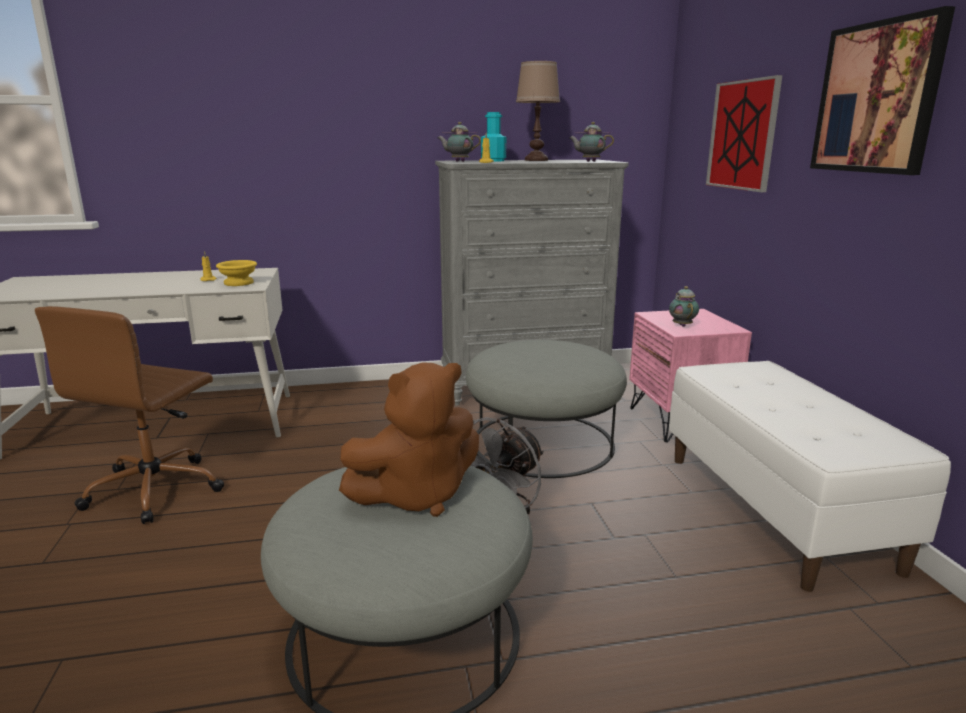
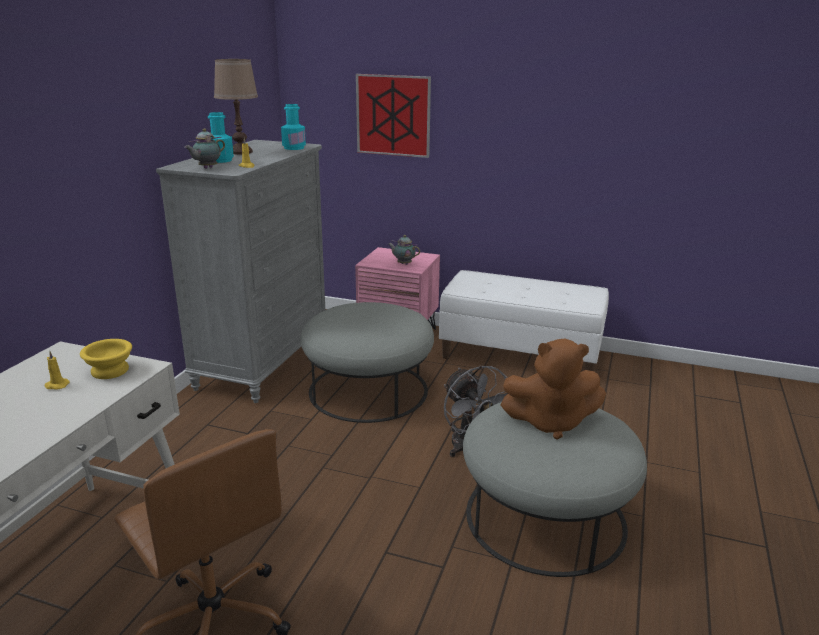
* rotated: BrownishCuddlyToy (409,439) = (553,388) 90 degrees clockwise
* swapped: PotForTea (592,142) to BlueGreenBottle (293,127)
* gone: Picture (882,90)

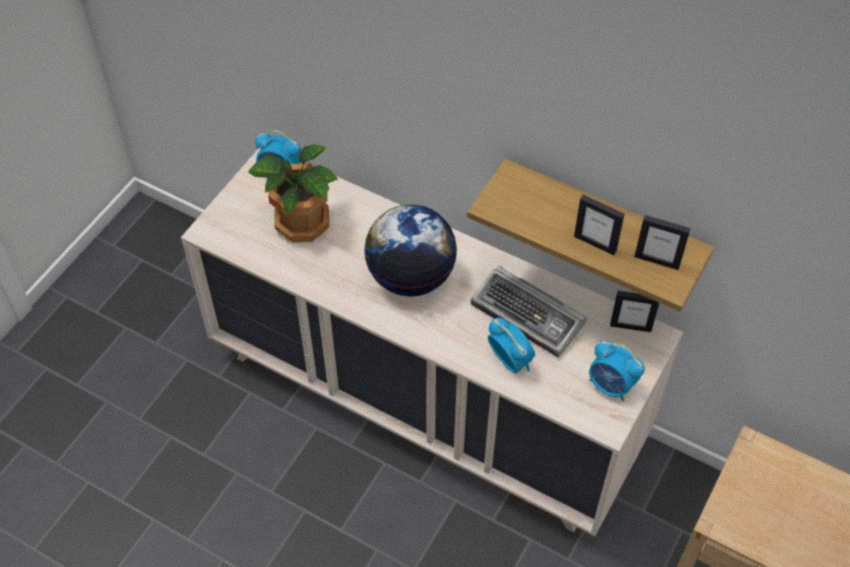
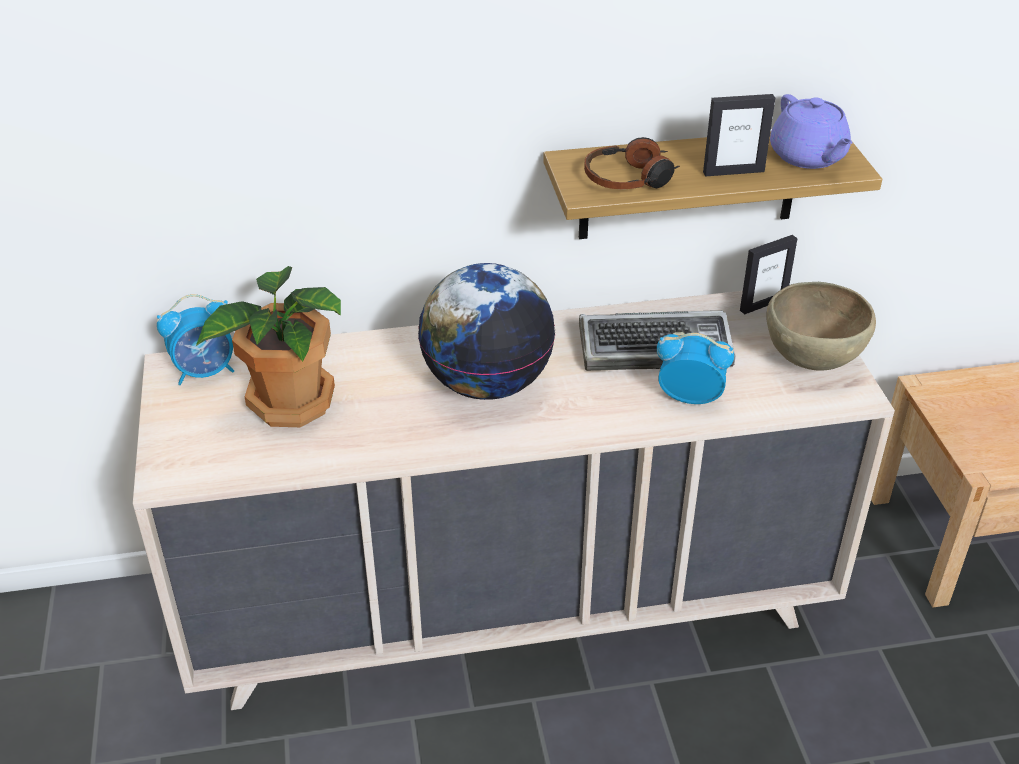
* swapped: TableClock (617,370) to BrownishBowl (821,326)
* swapped: PictureFrame (662,242) to PurpleColouredPotForTea (811,131)
* new: Headphones (632,163)

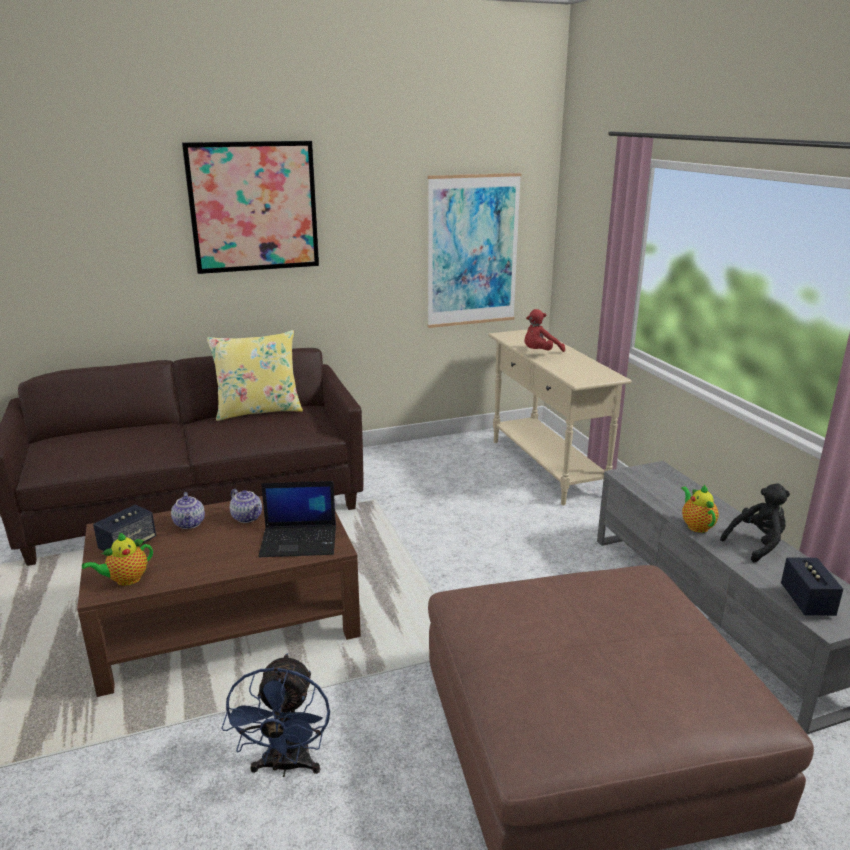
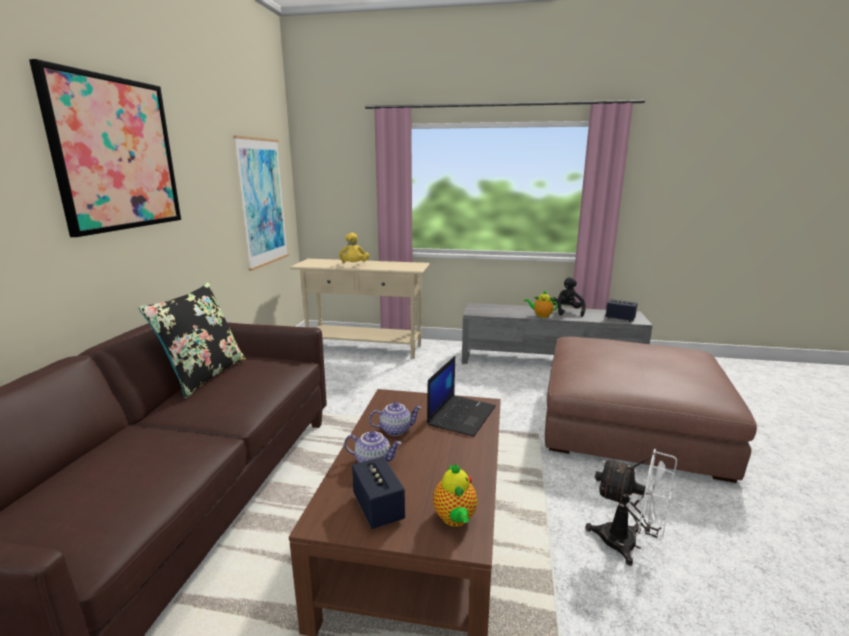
* repainted: YellowColouredPillow (255,375) to BlackColouredPillow (192,340)
* repainted: BlueColouredElectricFan (275,715) to WhiteColouredElectricFan (631,507)
* repainted: ReddishCuddlyToy (544,330) to YellowColouredCuddlyToy (354,248)

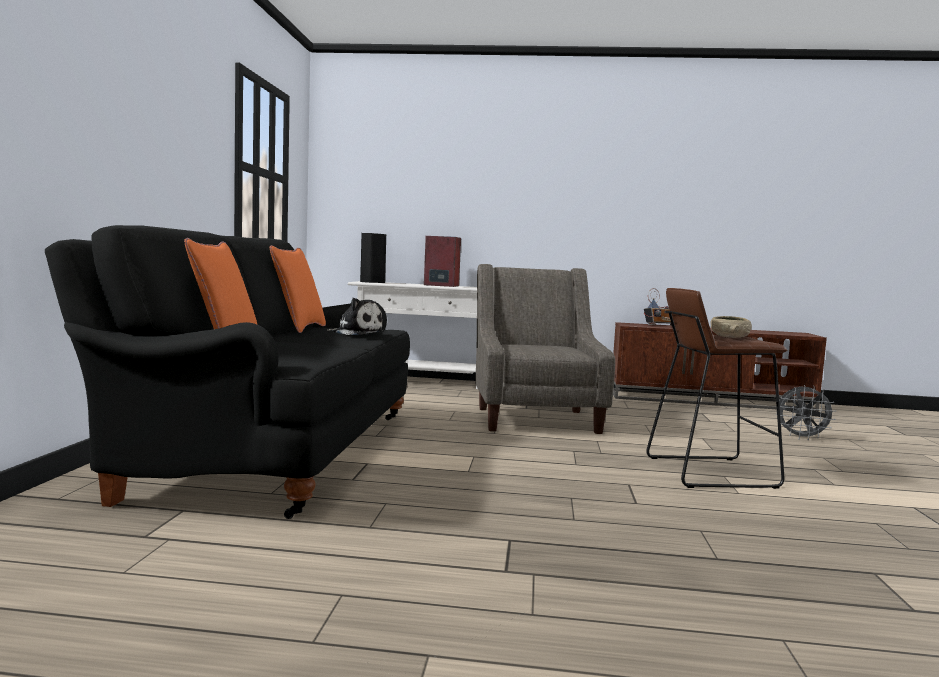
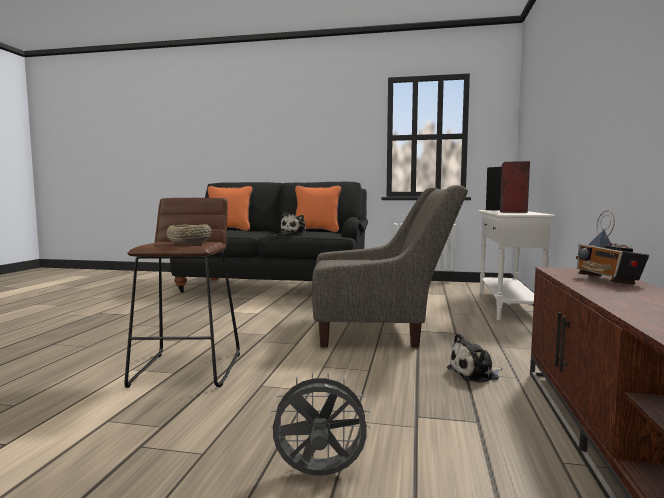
* rotated: GreyishElectricFan (806,412) = (320,423) 75 degrees clockwise
* new: CuddlyToy (474,358)

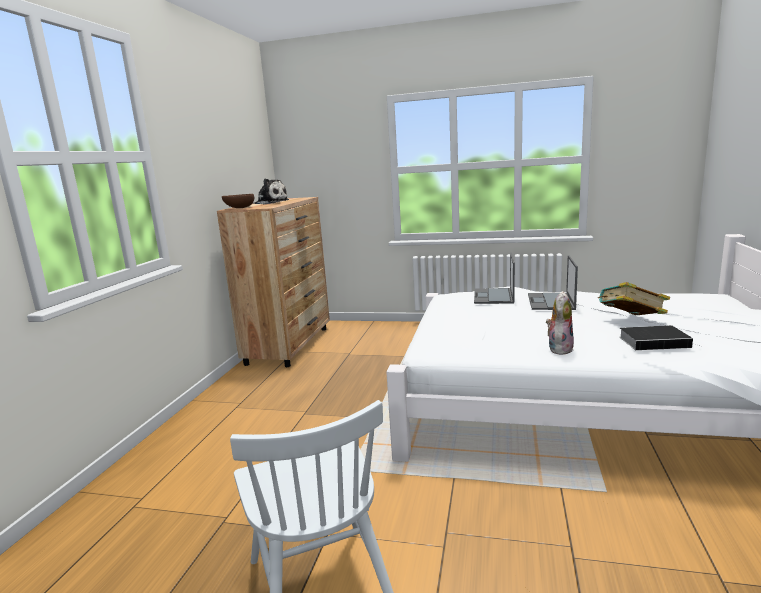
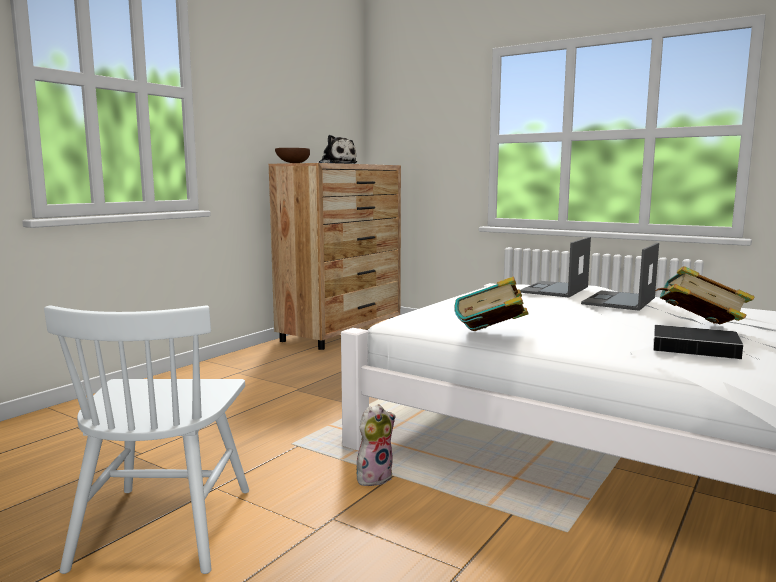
* shifted: CuddlyToy (560,323) to (376,445)
* new: Volume (491,304)

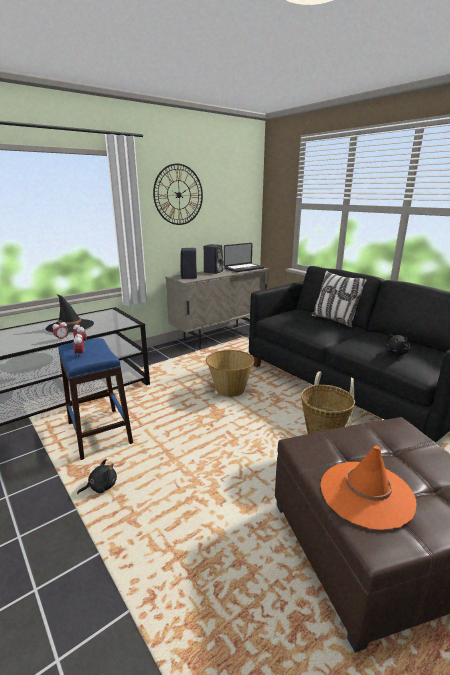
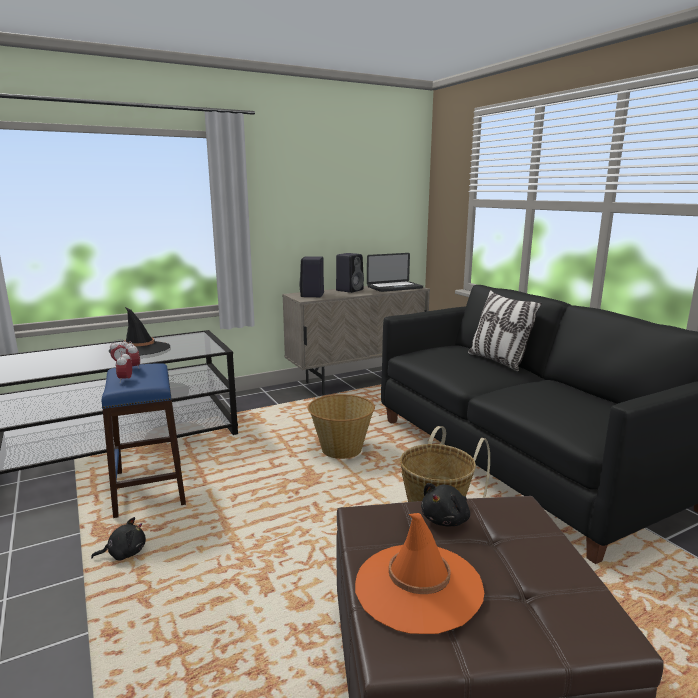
* gone: WallClock (178,194)
* shifted: BlackColouredCuddlyToy (398,344) to (445,505)

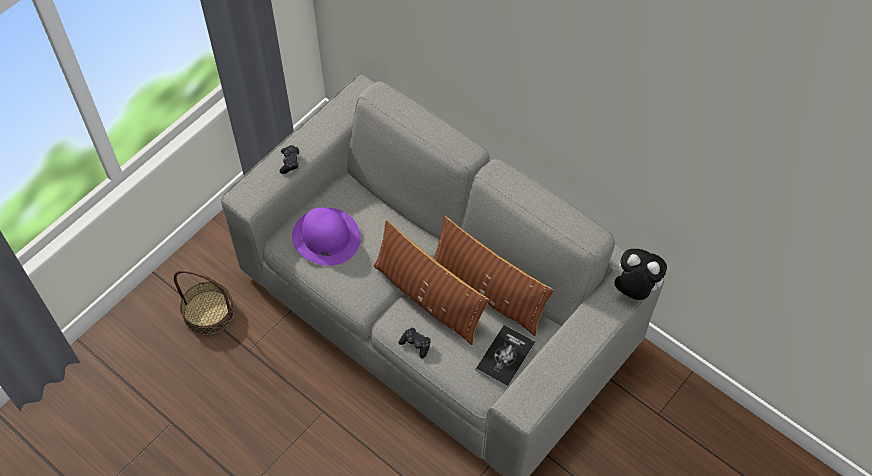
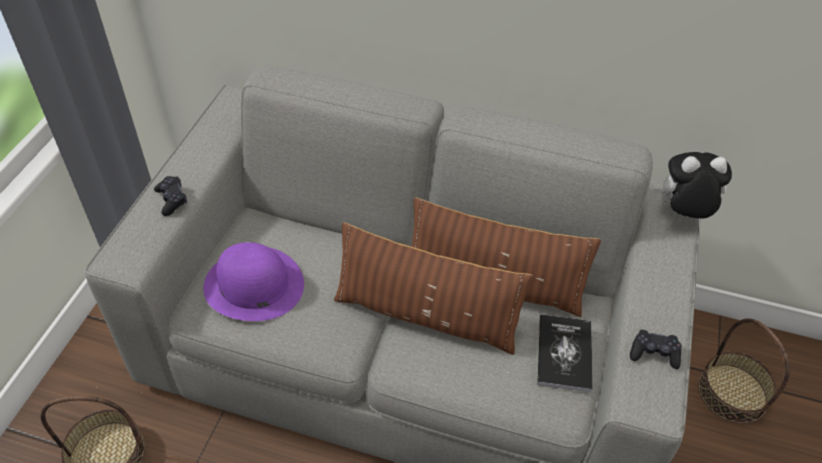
* shifted: BlackColouredGameController (415,343) to (656,349)
* new: StorageBasket (744,371)

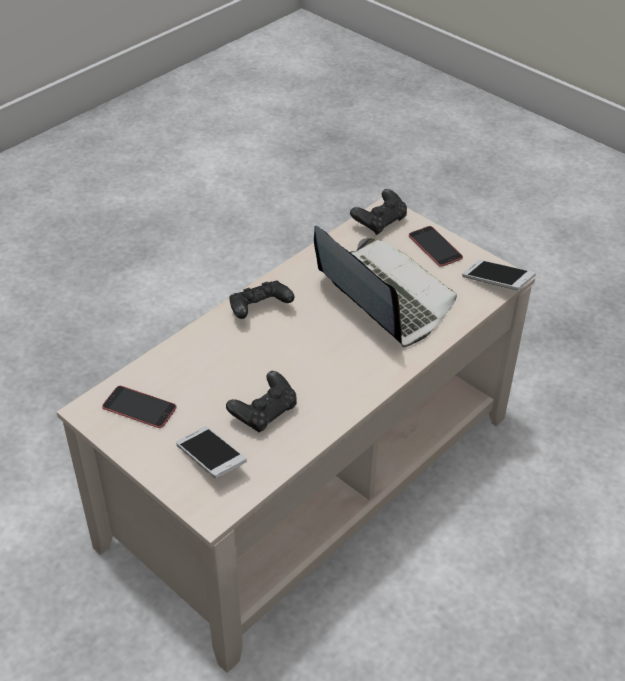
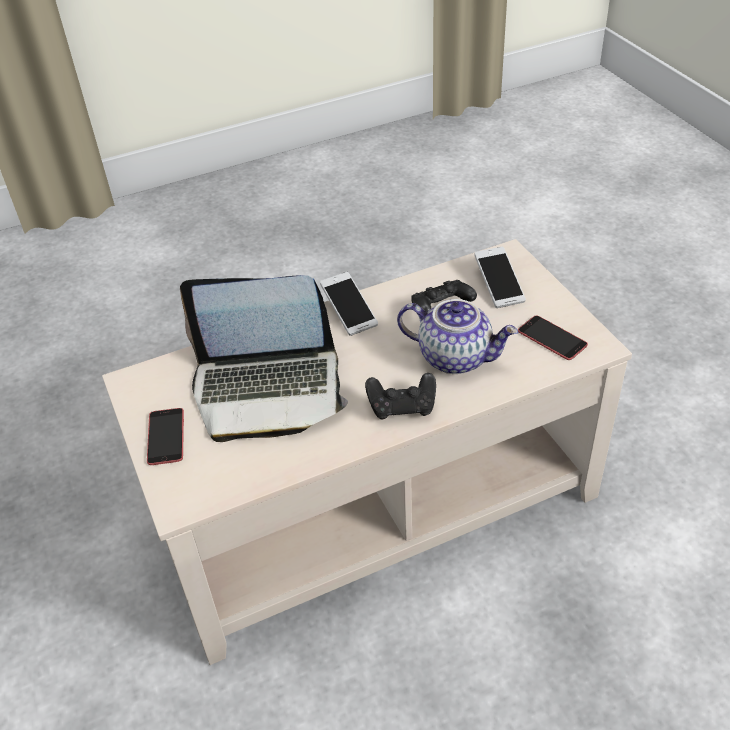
* rotated: Laptop (385,286) = (264,358) 75 degrees counterclockwise
* gone: BlackColouredGameController (378,212)
* shifted: Telephone (499,275) to (349,304)
* new: PotForTea (457,336)

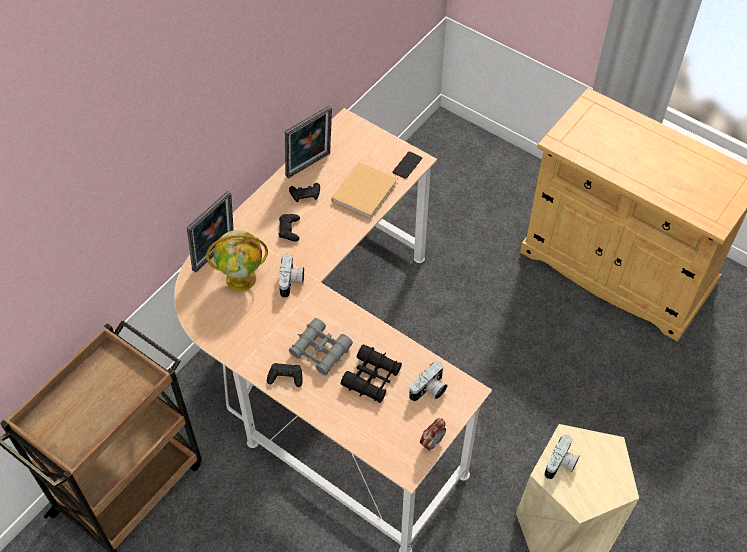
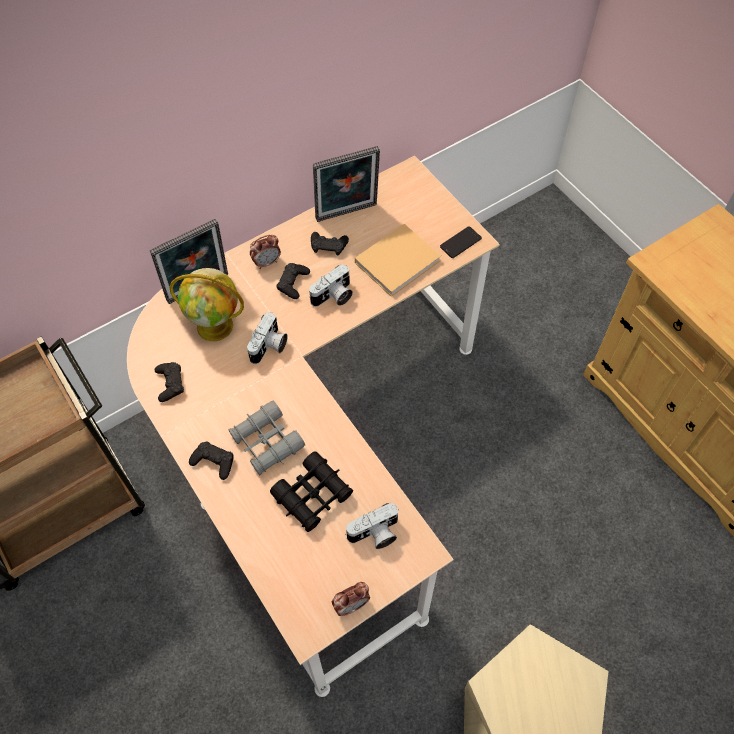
* shifted: PhotoCamera (562,457) to (331,285)
* new: BlackColouredGameController (169,382)
* new: TableClock (265,252)

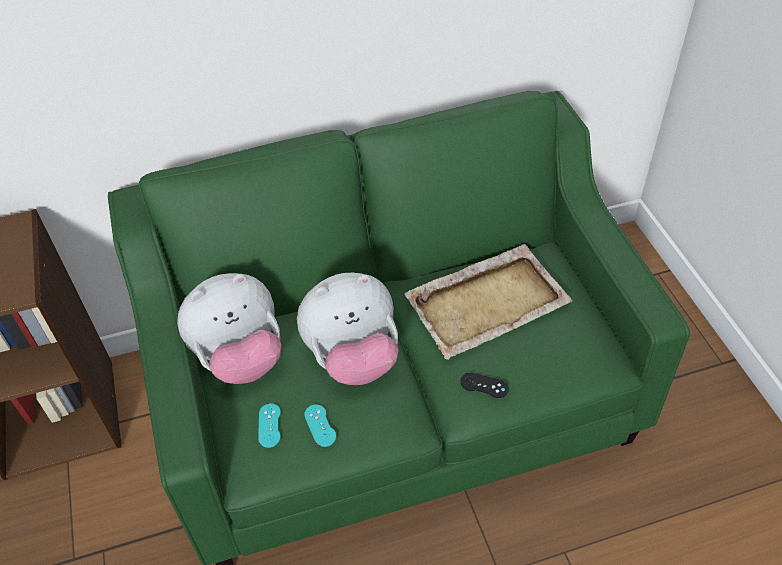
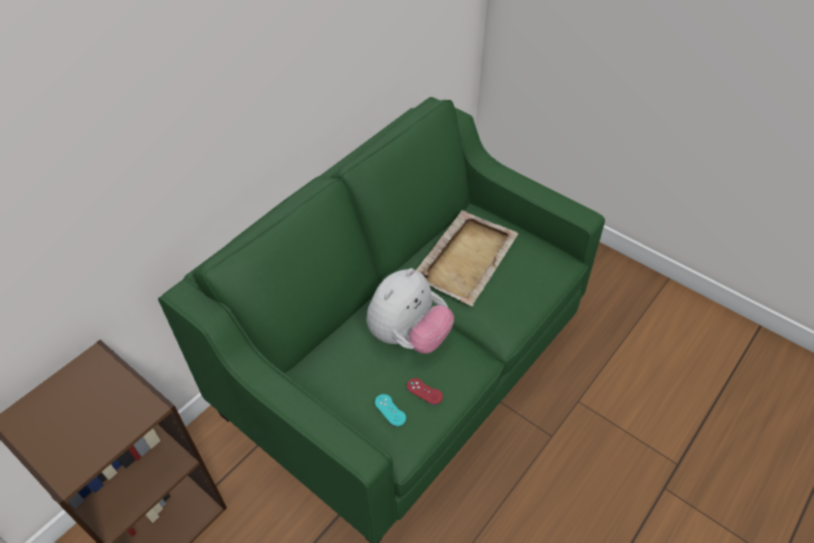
* gone: CuddlyToy (229,328)
* repainted: BlueGreenGameController (320,426) to ReddishGameController (425,391)
* gone: BlackColouredGameController (485,385)

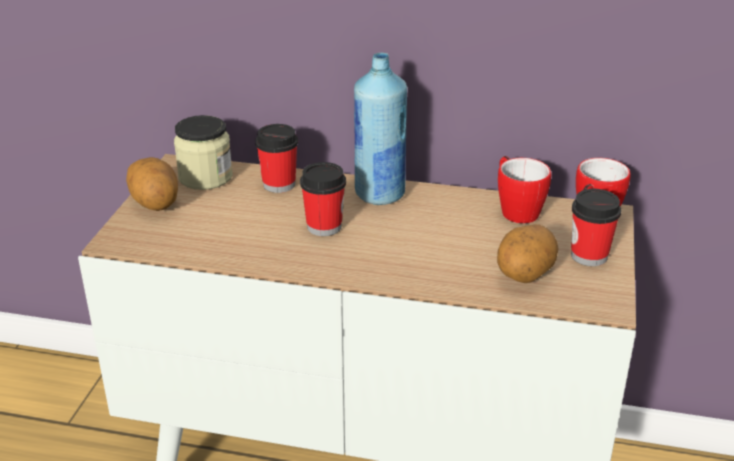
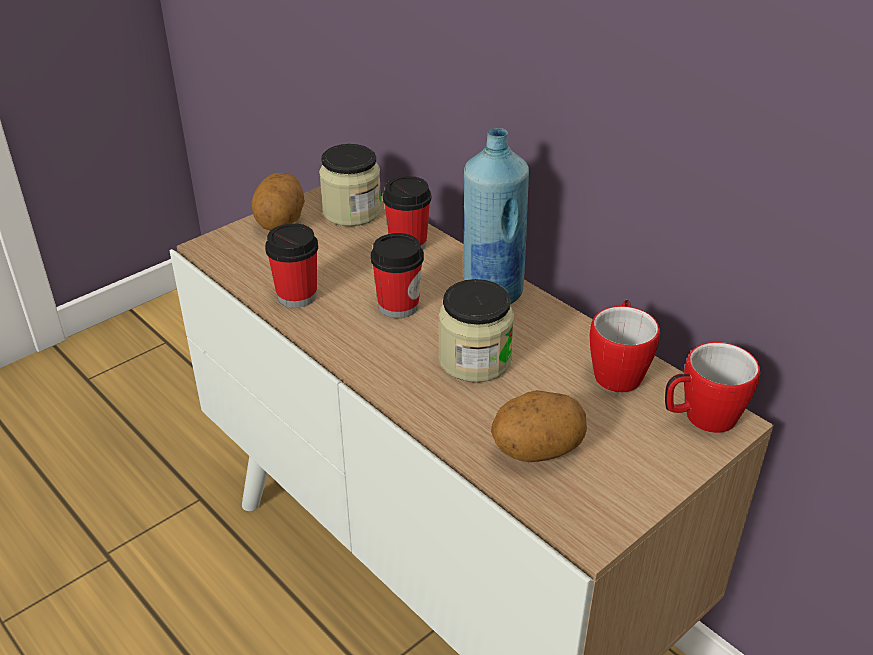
* shifted: Cup (596,227) to (291,265)
* new: Jar (476,330)

